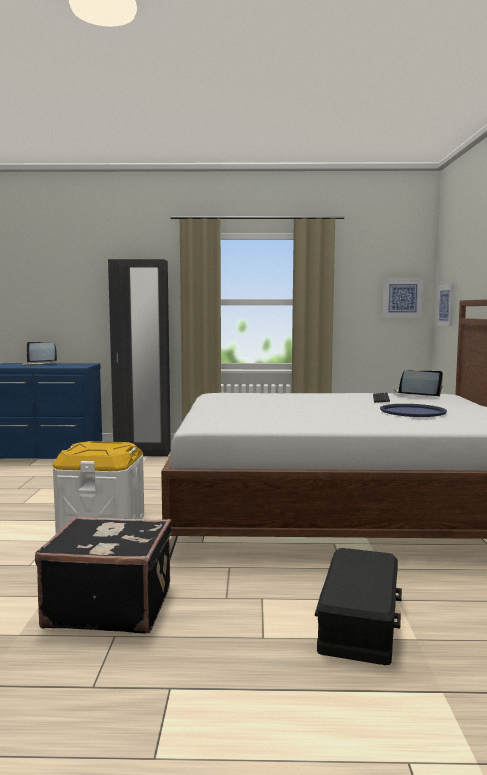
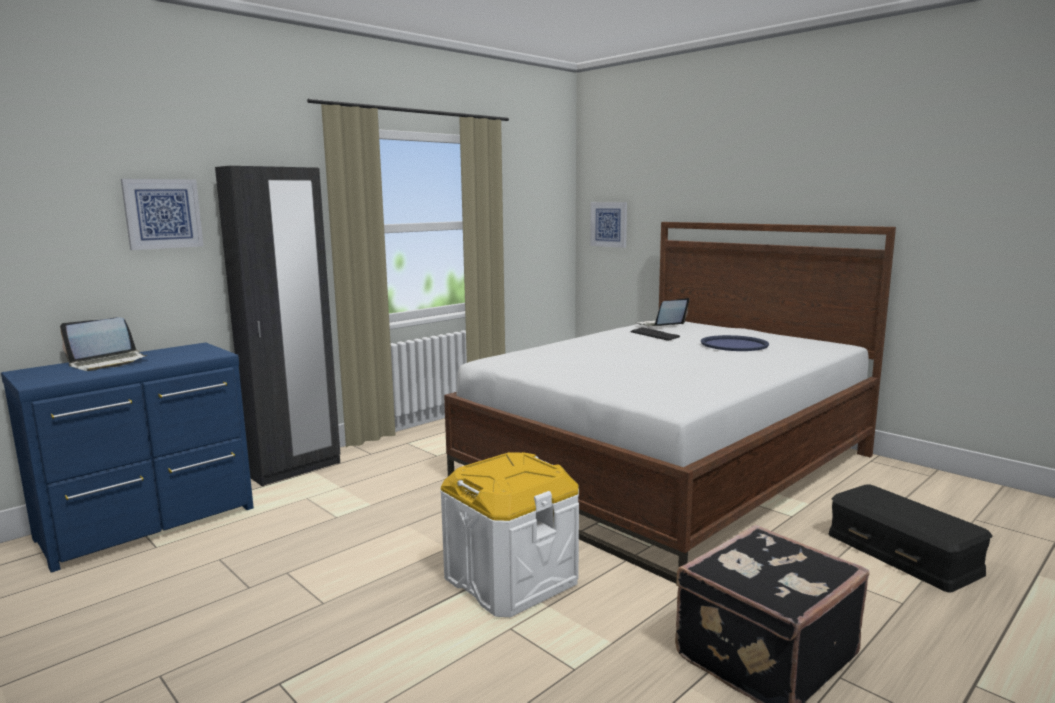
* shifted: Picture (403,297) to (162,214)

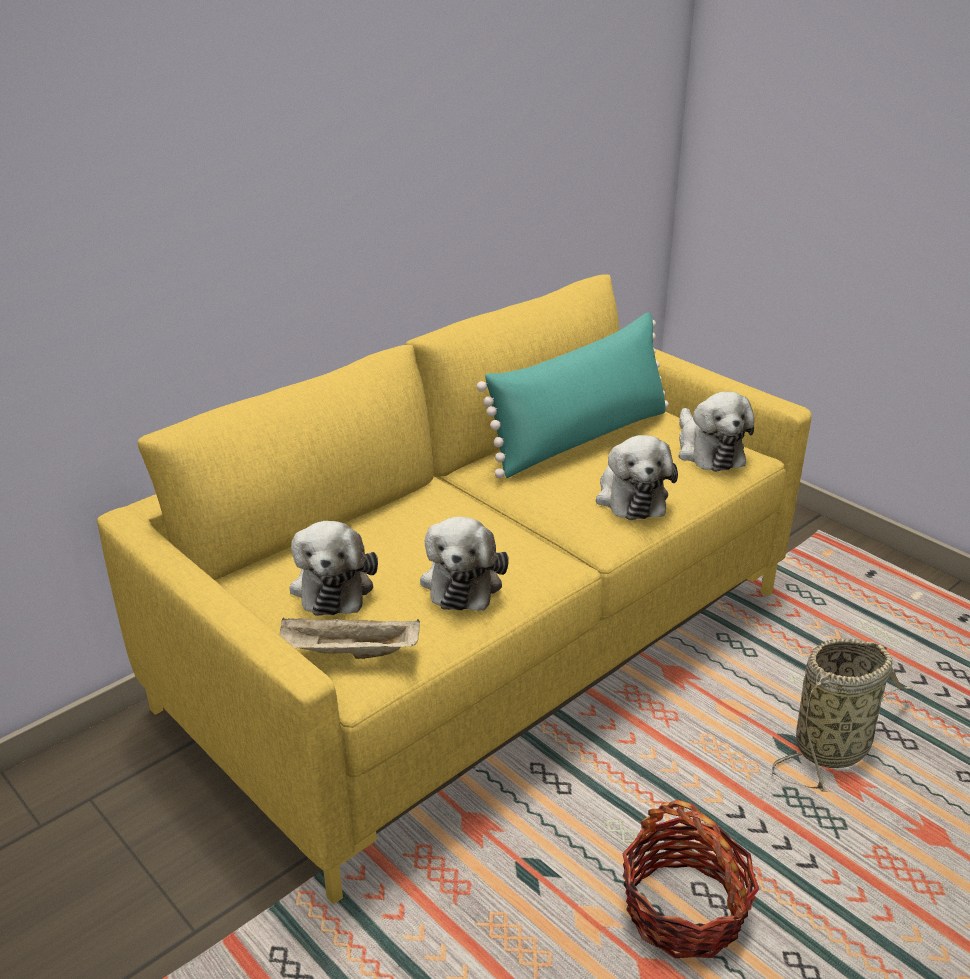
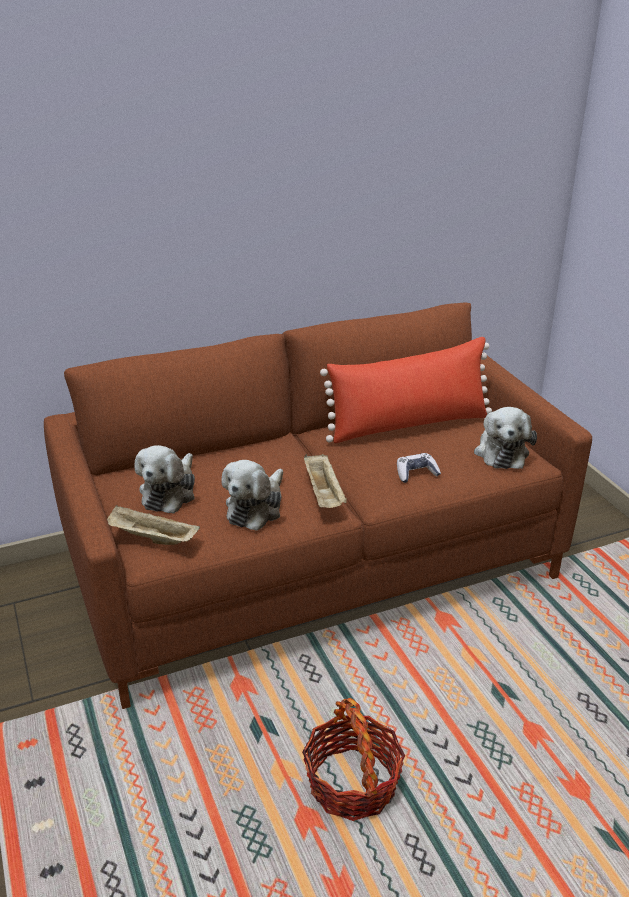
* repainted: YellowColouredSofa (454,589) to BrownishSofa (318,505)
* repainted: BlueGreenPillow (573,395) to ReddishPillow (406,390)
* swapped: CuddlyToy (637,477) to GameController (419,468)
* gone: StorageBasket (842,715)
* new: BeigeTray (325,481)

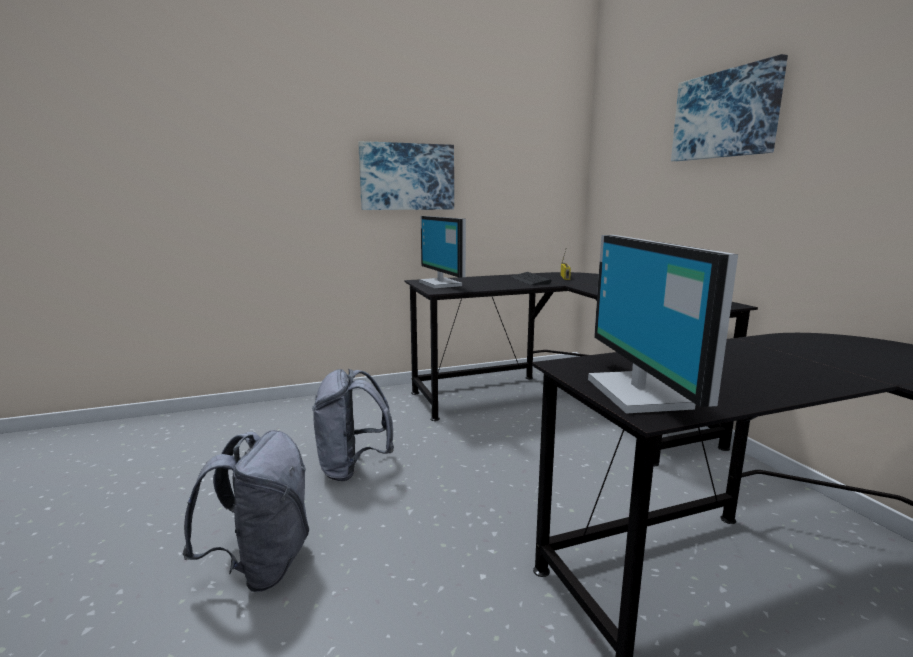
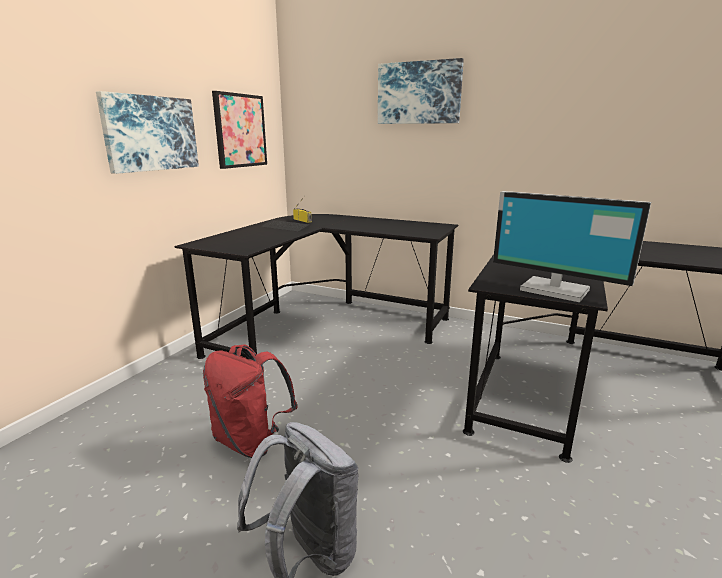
* repainted: GreyishKnapsack (353,425) to ReddishKnapsack (250,401)
* gone: ComputerScreen (442,252)
* new: Picture (239,130)

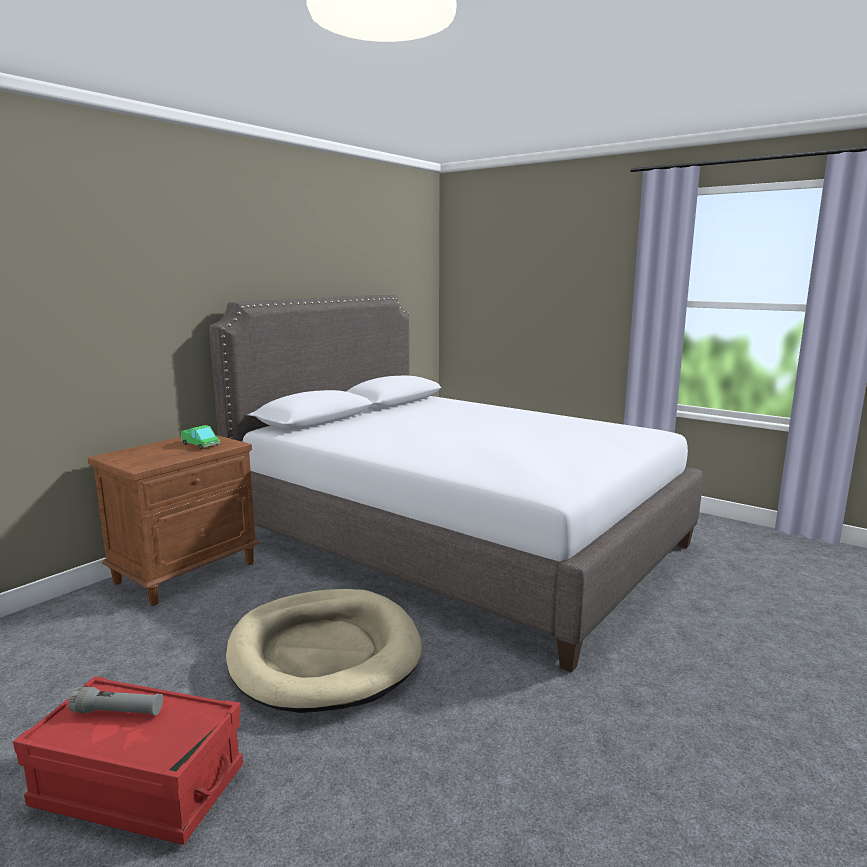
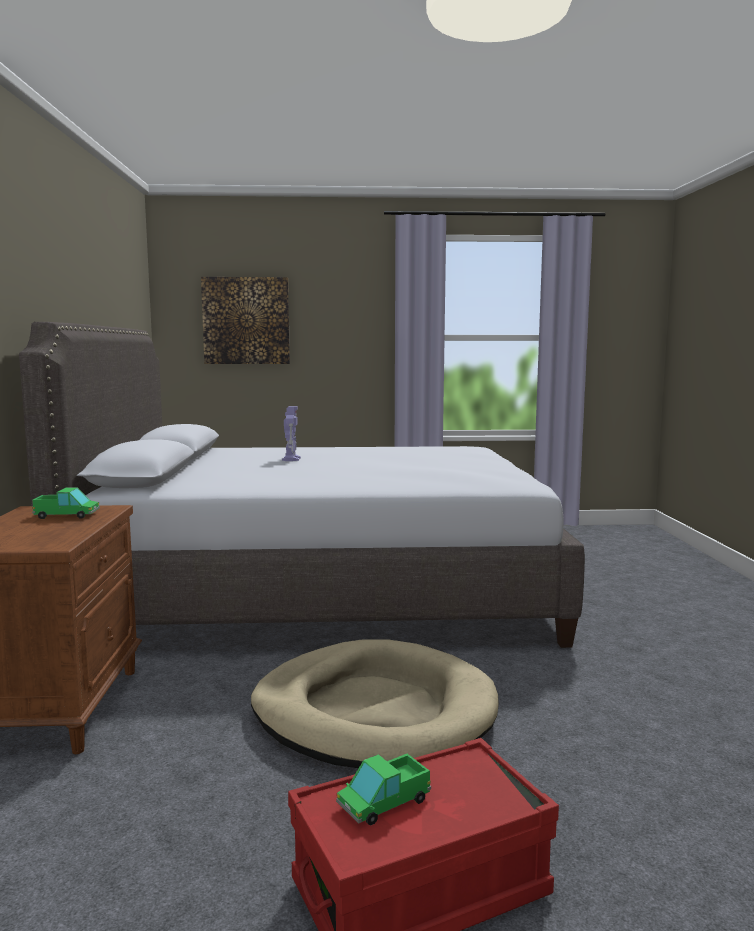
* swapped: GreyishTorch (116,701) to ToyTruck (383,789)
* new: Picture (245,320)
* new: ToyRobot (291,433)

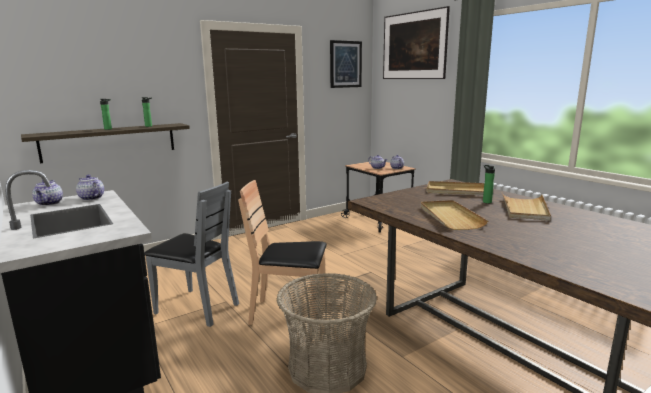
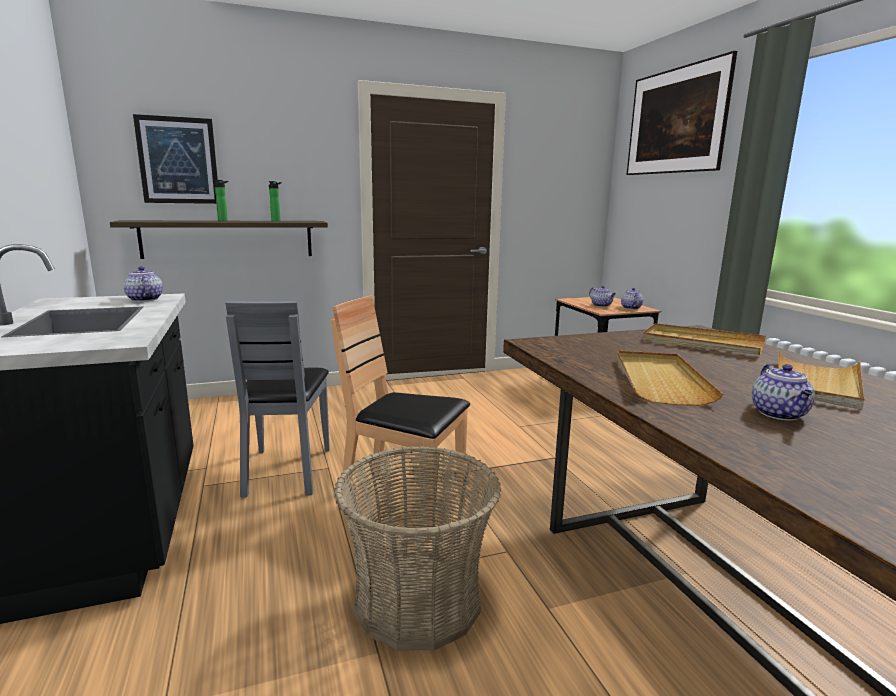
* shifted: PotForTea (47,193) to (783,392)
* rotated: GreyishChair (191,254) = (277,399) 45 degrees clockwise
* shifted: Picture (346,64) to (175,159)
* gone: Bottle (489,184)

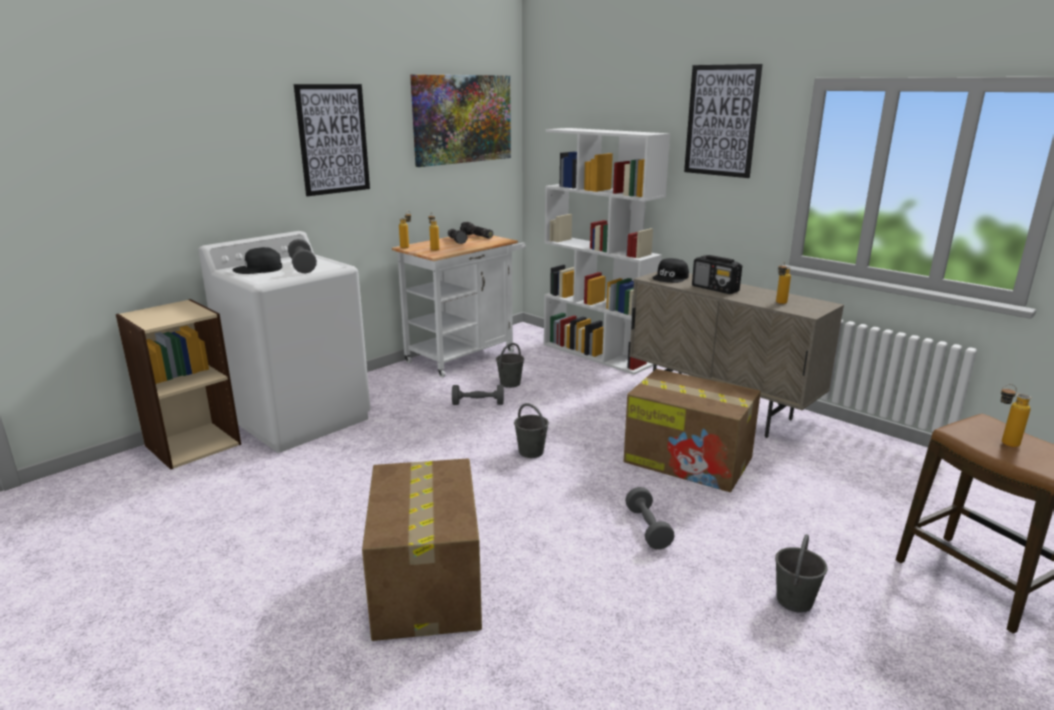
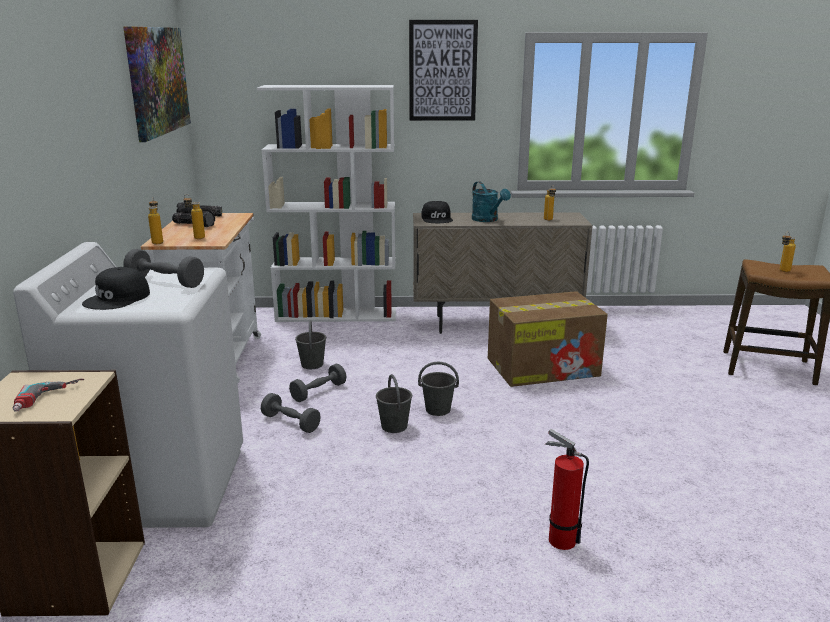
* gone: Picture (332,140)
* swapped: PackingBox (422,550) to FireExtinguisher (567,489)
* shifted: GreyishHandWeight (650,518) to (291,413)
* swapped: RadioSet (717,274) to BlueGreenSprinklingCan (491,201)
* shifted: GreyishBucket (801,573) to (394,403)
* new: Drill (48,395)

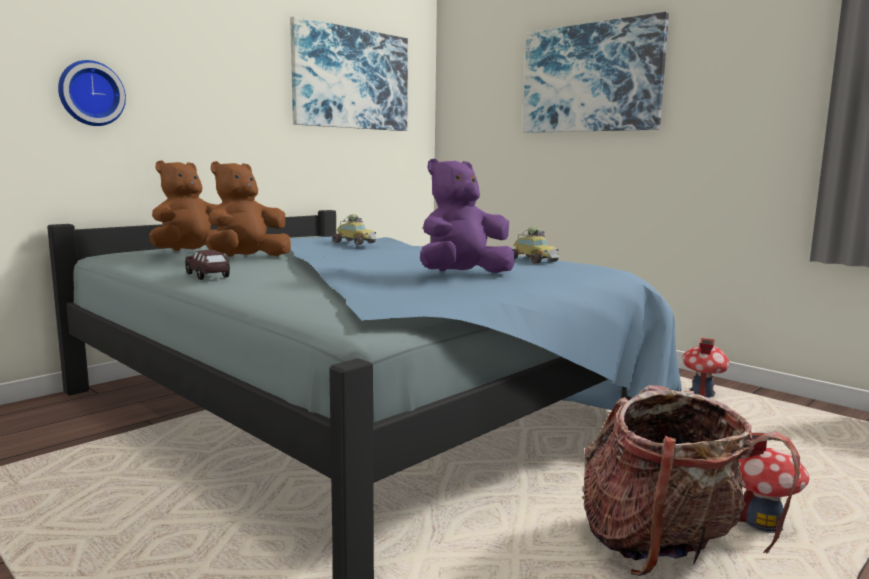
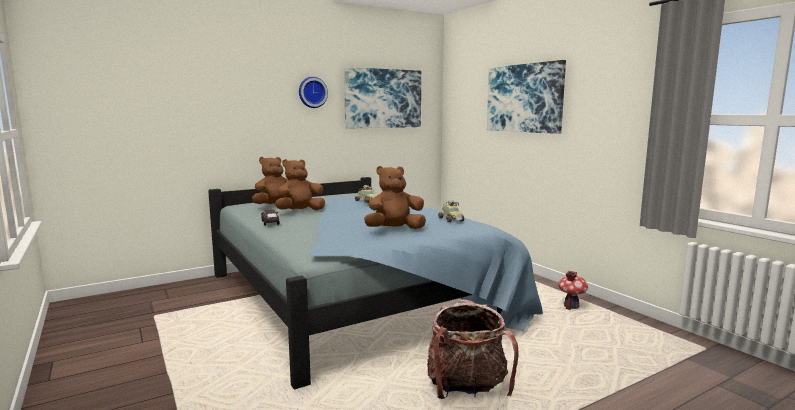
* shifted: WallClock (92,93) to (313,92)
* repainted: PurpleColouredCuddlyToy (467,215) to BrownishCuddlyToy (395,197)
* gone: MiniatureHouse (774,483)

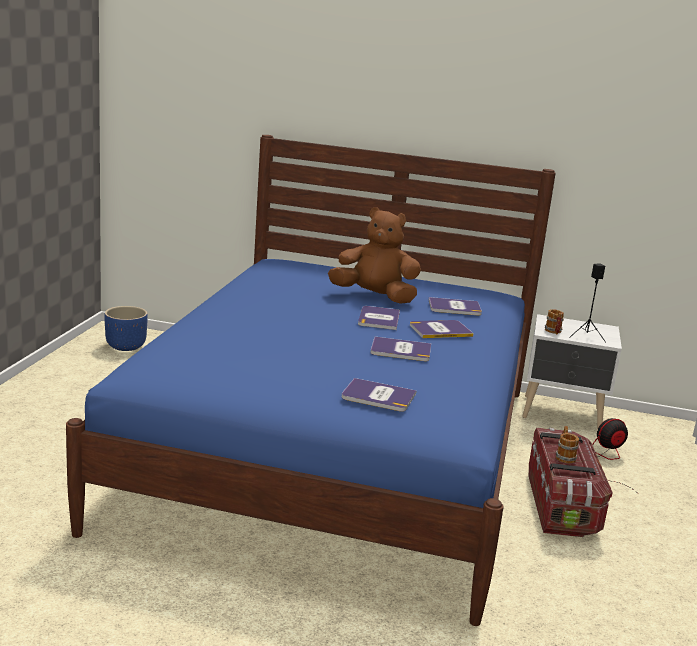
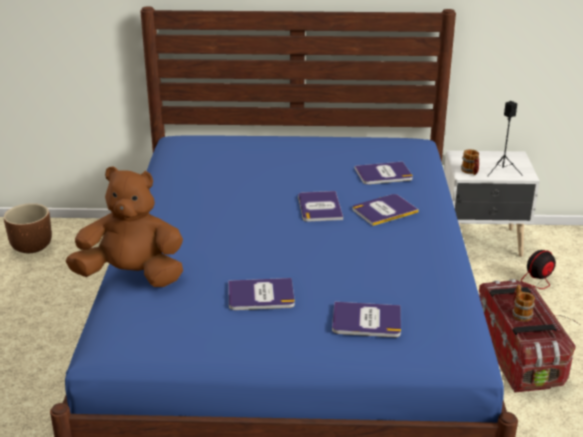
* repainted: BlueColouredPlanter (126,328) to BrownishPlanter (28,228)
* shifted: BrownishCuddlyToy (374,255) to (124,226)
* shifted: Volume (400,349) to (261,294)

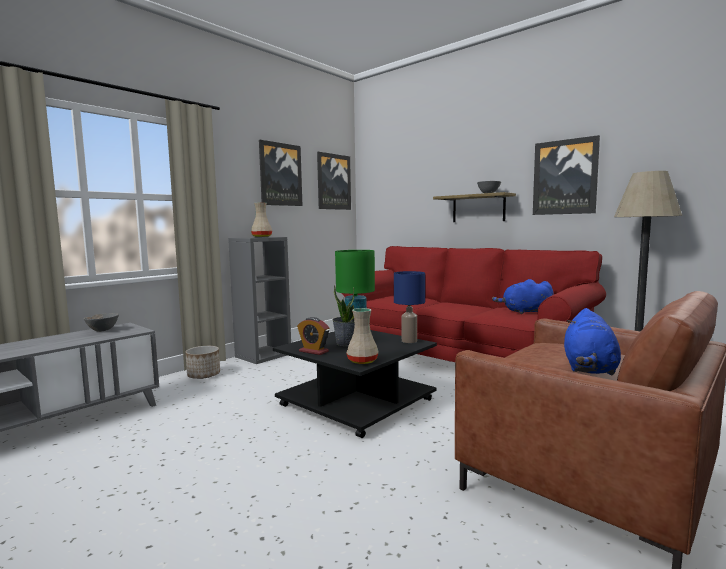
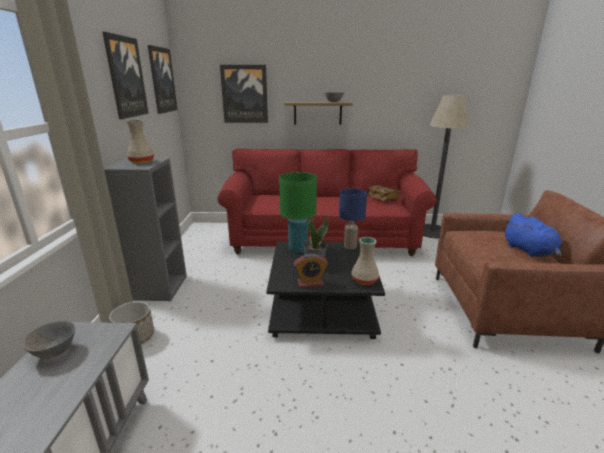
* swapped: BlueColouredCuddlyToy (523,296) to Volume (383,193)
* shifted: Picture (566,175) to (244,94)

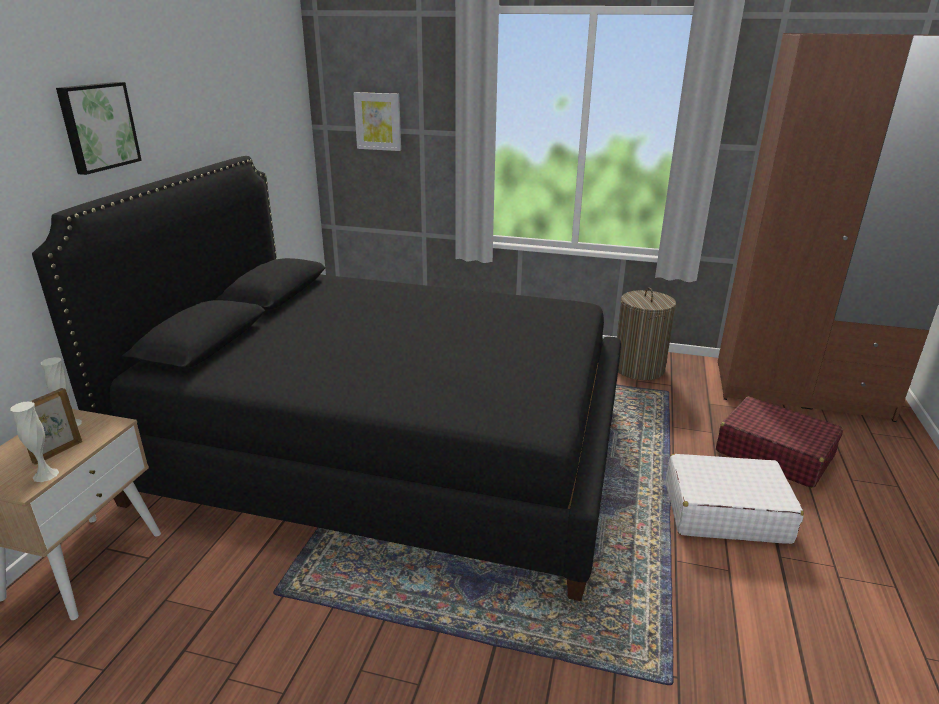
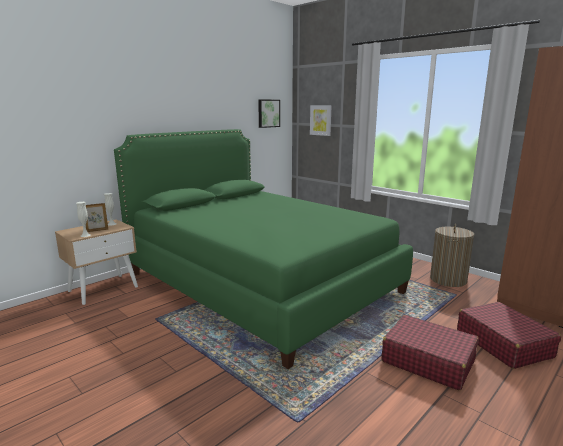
* repainted: BlackColouredBed (326,378) to GreenColouredBed (263,249)
* shifted: Picture (99,128) to (269,113)
* repainted: WhiteColouredSuitcase (734,499) to ReddishSuitcase (430,352)

